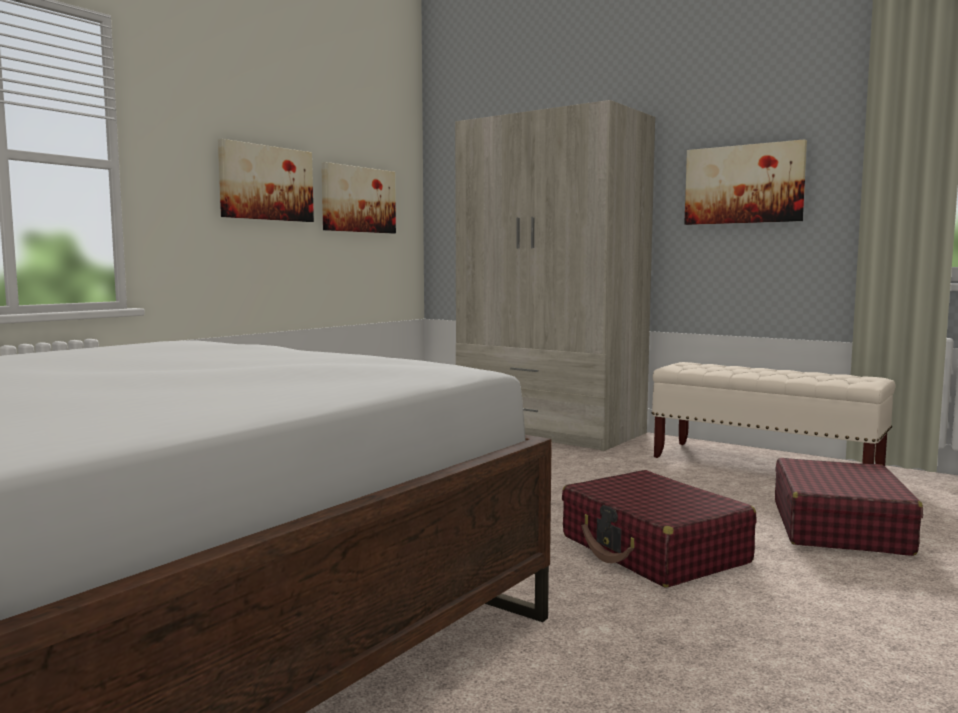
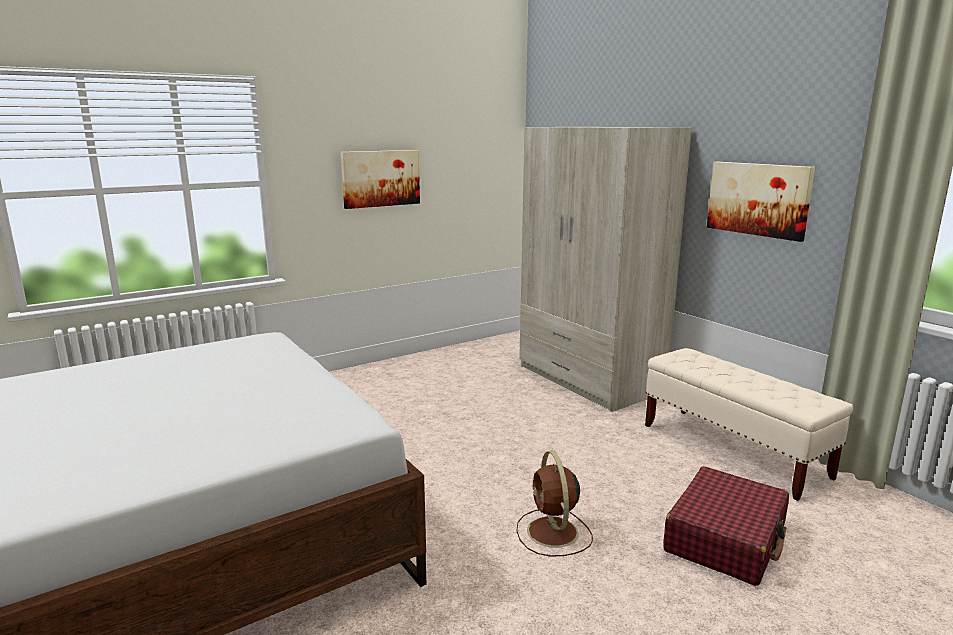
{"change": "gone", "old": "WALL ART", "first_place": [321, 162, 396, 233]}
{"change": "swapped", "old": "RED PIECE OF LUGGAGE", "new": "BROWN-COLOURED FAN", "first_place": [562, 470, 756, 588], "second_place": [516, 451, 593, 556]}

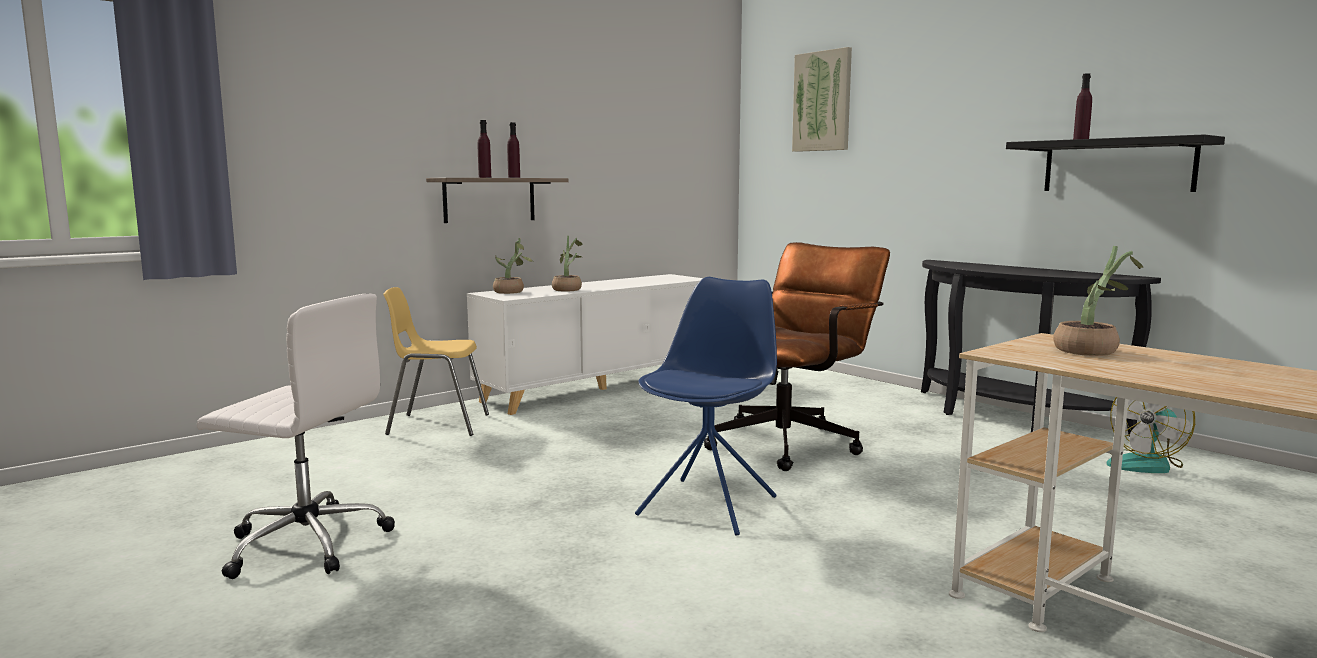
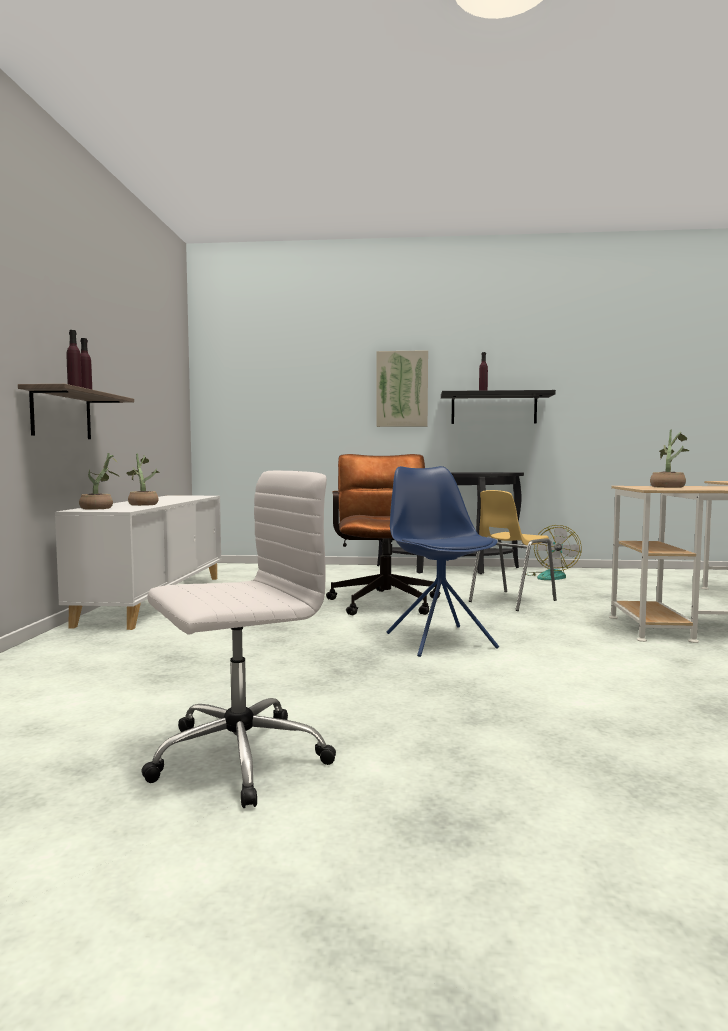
{"change": "shifted", "old": "WALL ART", "first_place": [792, 47, 852, 152], "second_place": [376, 350, 428, 427]}
{"change": "shifted", "old": "YELLOW-COLOURED UPRIGHT CHAIR", "first_place": [383, 287, 489, 436], "second_place": [469, 490, 557, 611]}

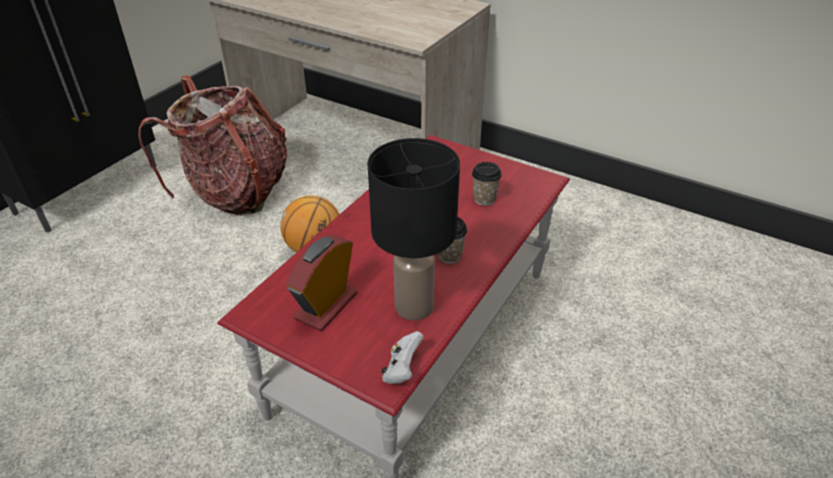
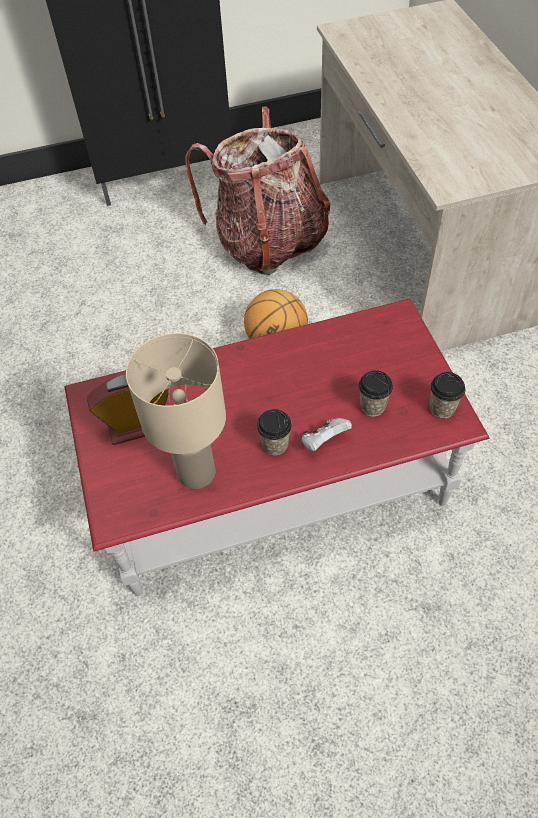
{"change": "repainted", "old": "BLACK-COLOURED LAMP FOR A TABLE", "new": "BEIGE LAMP FOR A TABLE", "first_place": [367, 138, 460, 320], "second_place": [126, 333, 226, 489]}
{"change": "shifted", "old": "WHITE-COLOURED GAME CONTROLLER", "first_place": [381, 331, 424, 384], "second_place": [302, 418, 352, 451]}
{"change": "new", "new": "CUP", "second_place": [430, 372, 465, 418]}

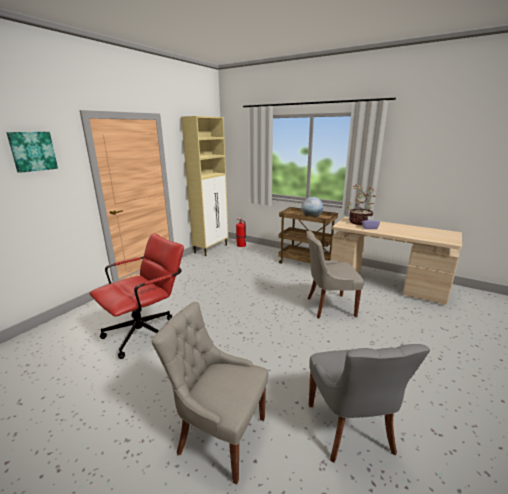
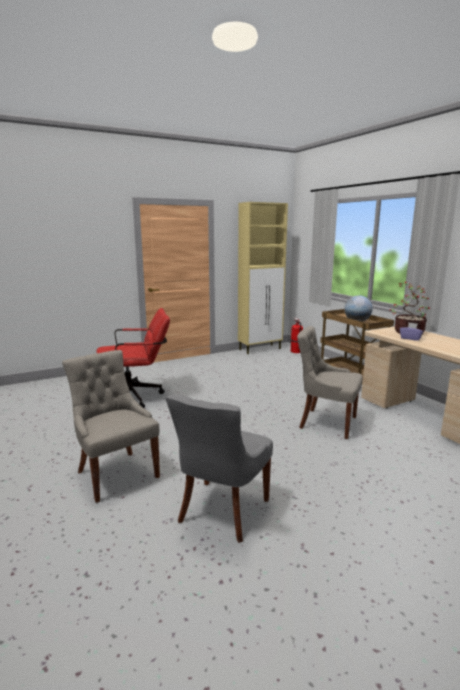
{"change": "gone", "old": "WALL ART", "first_place": [6, 132, 58, 173]}

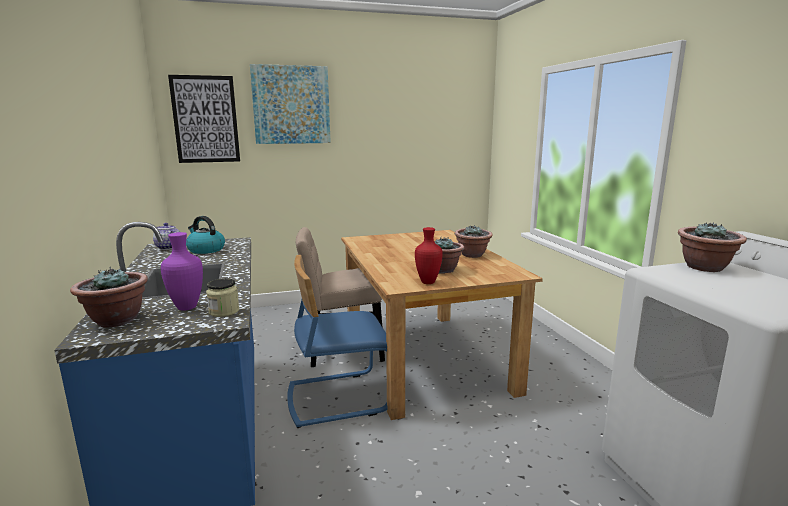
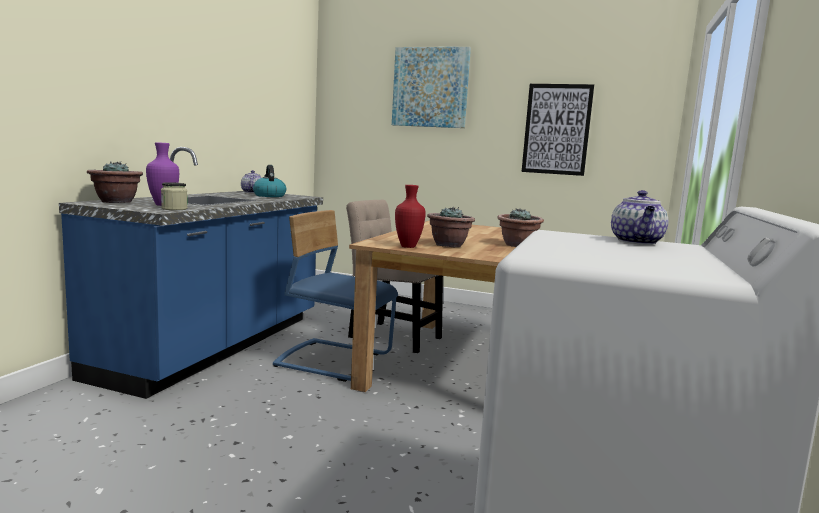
{"change": "shifted", "old": "WALL ART", "first_place": [168, 75, 240, 163], "second_place": [522, 84, 594, 176]}
{"change": "swapped", "old": "HOUSEPLANT", "new": "TEAPOT", "first_place": [678, 222, 747, 272], "second_place": [611, 190, 668, 245]}

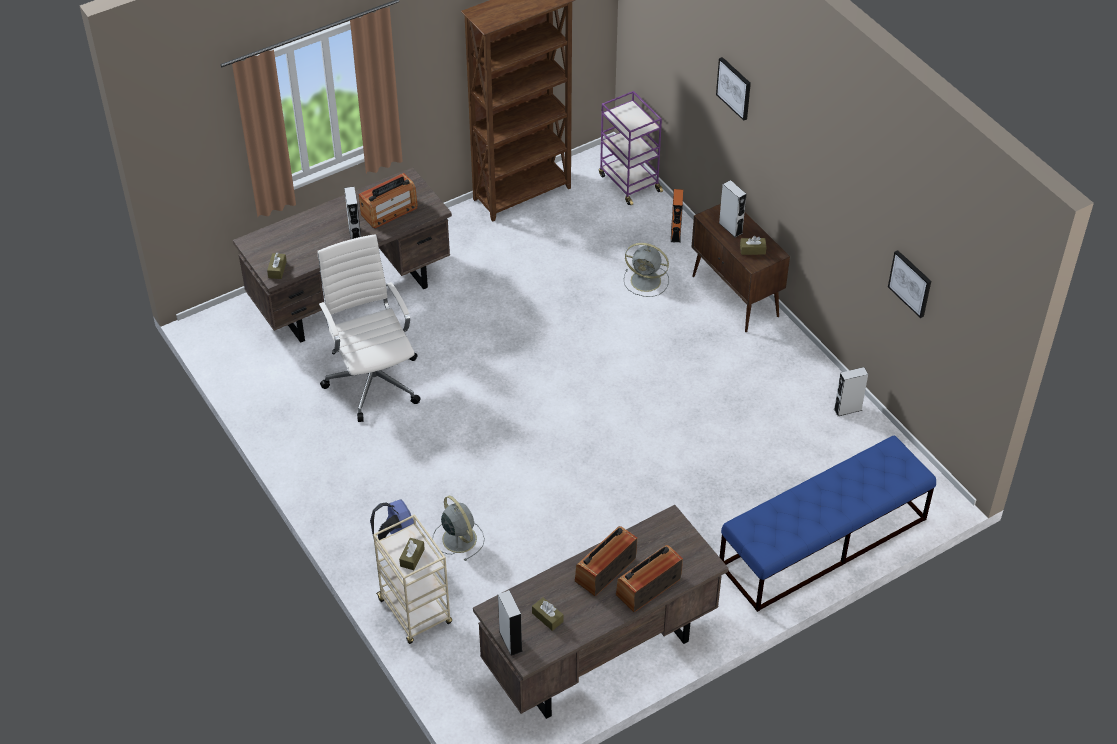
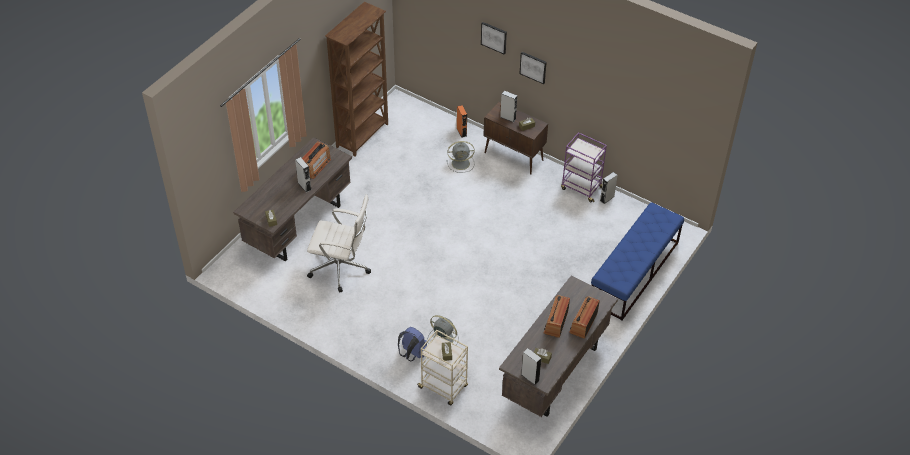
{"change": "shifted", "old": "PURPLE WHEELED CART", "first_place": [599, 91, 663, 205], "second_place": [561, 132, 607, 203]}
{"change": "rotated", "old": "WHITE-COLOURED DESK CHAIR", "first_place": [317, 234, 421, 422], "second_place": [307, 194, 371, 293], "degrees": 150}
{"change": "shifted", "old": "WALL ART", "first_place": [888, 250, 931, 318], "second_place": [520, 52, 547, 84]}

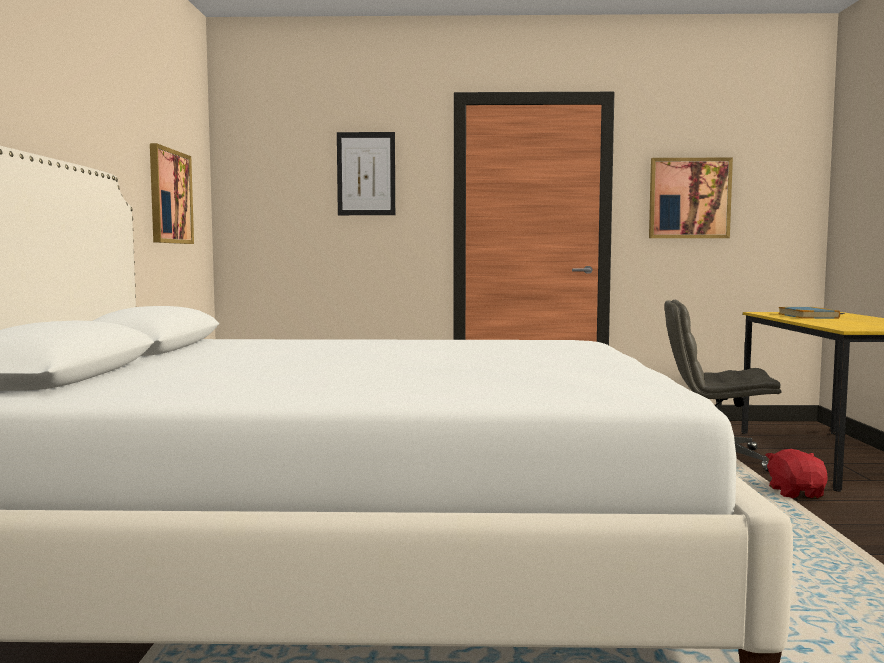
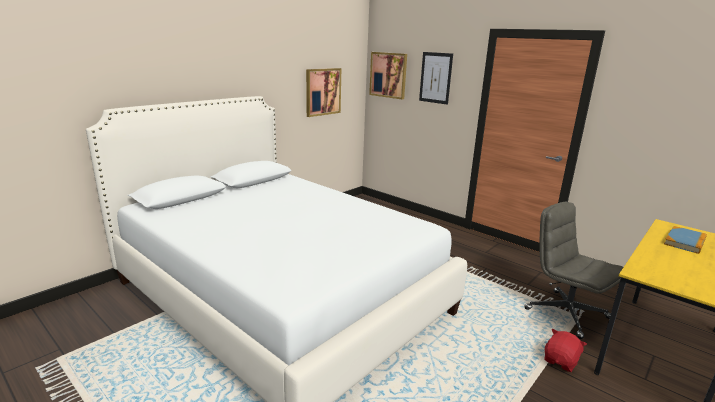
{"change": "shifted", "old": "WALL ART", "first_place": [649, 158, 733, 238], "second_place": [369, 52, 407, 100]}

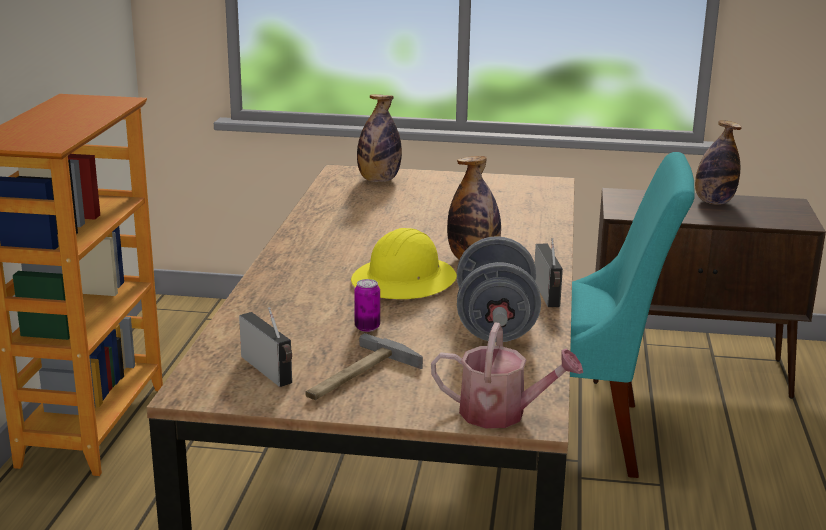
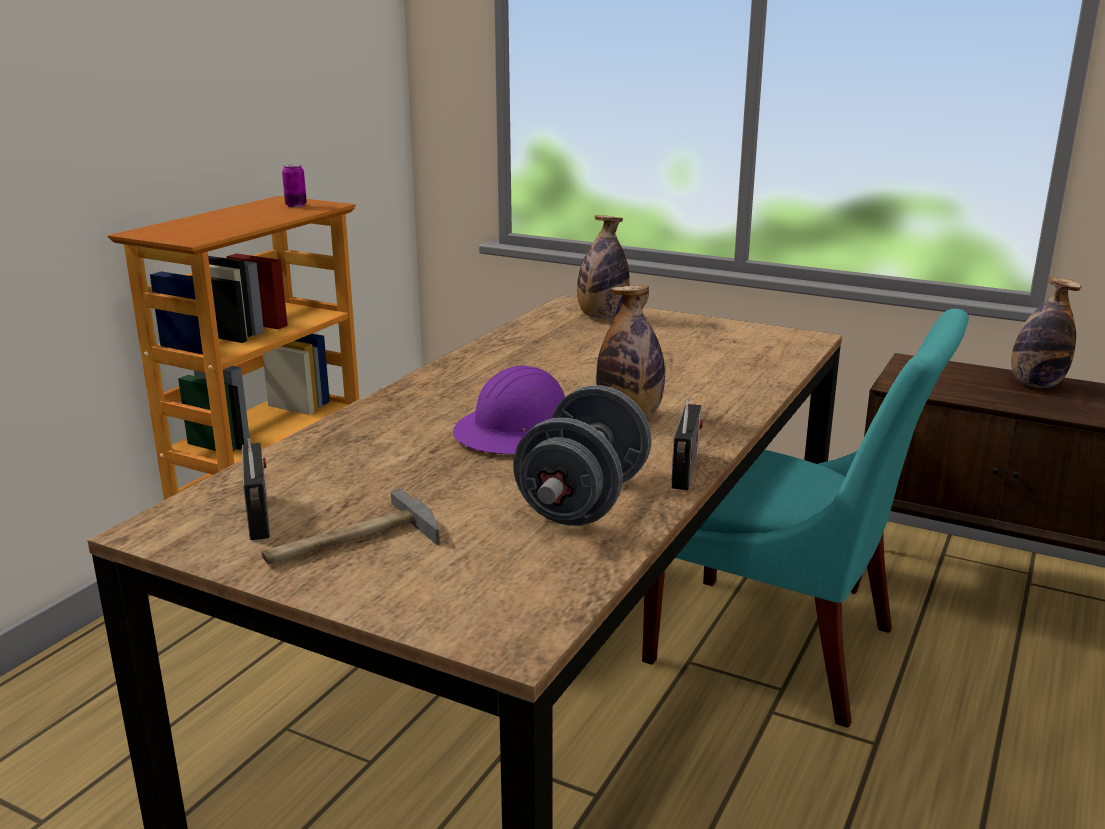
{"change": "repainted", "old": "YELLOW-COLOURED WORK HELMET", "new": "PURPLE WORK HELMET", "first_place": [351, 228, 457, 299], "second_place": [453, 366, 565, 454]}
{"change": "shifted", "old": "CAN", "first_place": [354, 279, 380, 332], "second_place": [282, 164, 307, 207]}
{"change": "gone", "old": "WATERING POT", "first_place": [431, 322, 583, 428]}

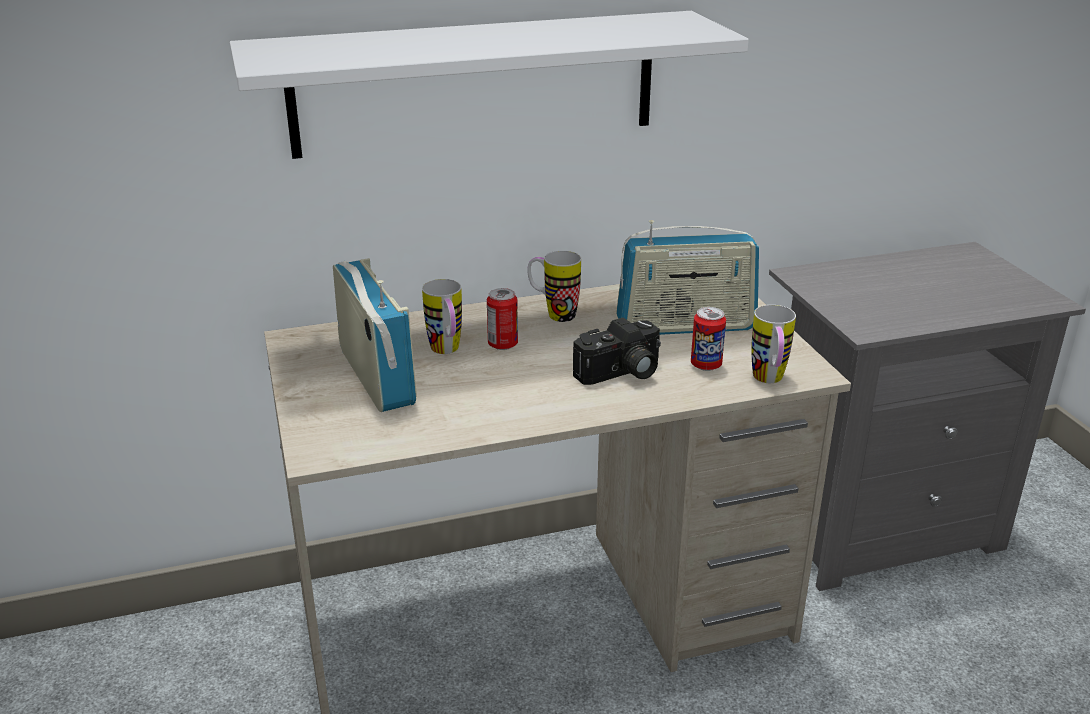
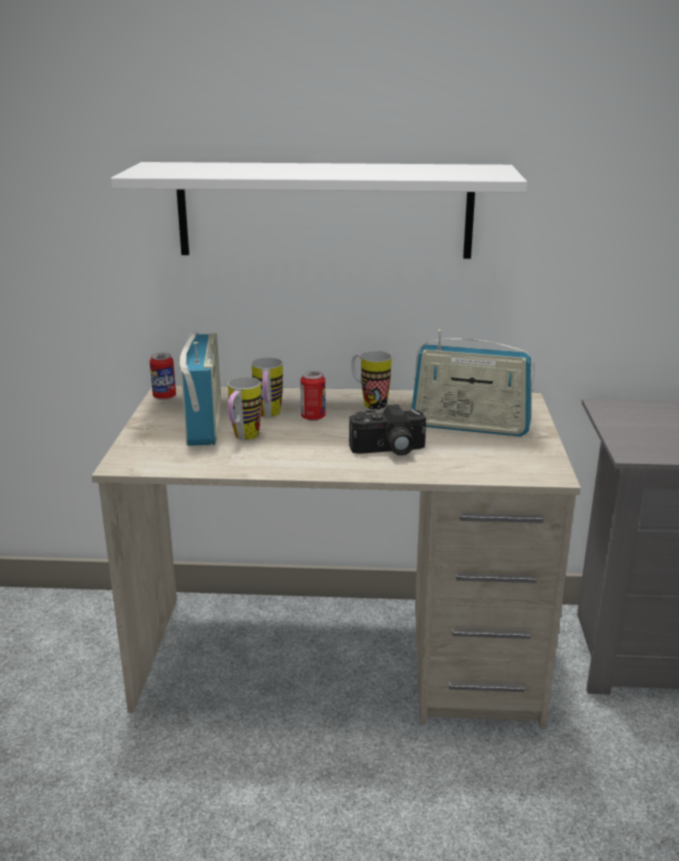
{"change": "shifted", "old": "TEA MUG", "first_place": [751, 305, 796, 383], "second_place": [228, 377, 261, 440]}
{"change": "shifted", "old": "CAN", "first_place": [691, 307, 726, 371], "second_place": [150, 353, 176, 400]}

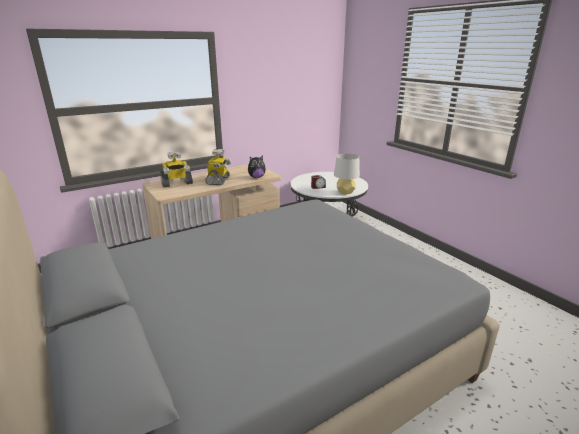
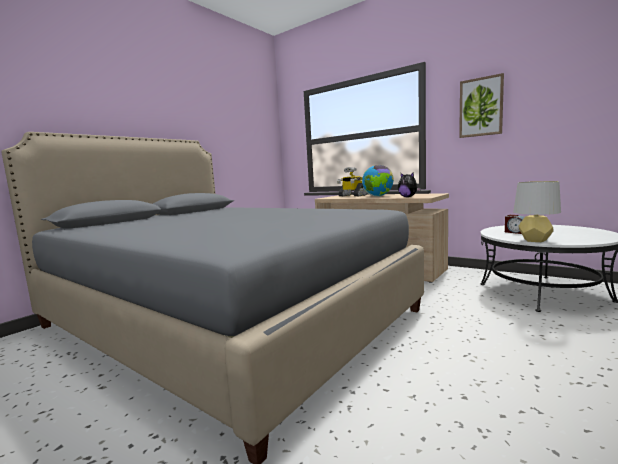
{"change": "swapped", "old": "TOY ROBOT", "new": "DESK GLOBE", "first_place": [205, 149, 232, 185], "second_place": [362, 165, 394, 197]}
{"change": "new", "new": "WALL ART", "second_place": [459, 73, 504, 138]}

